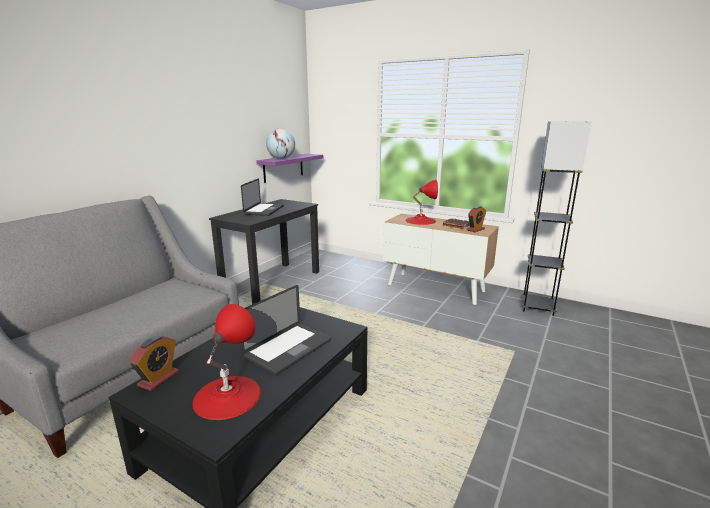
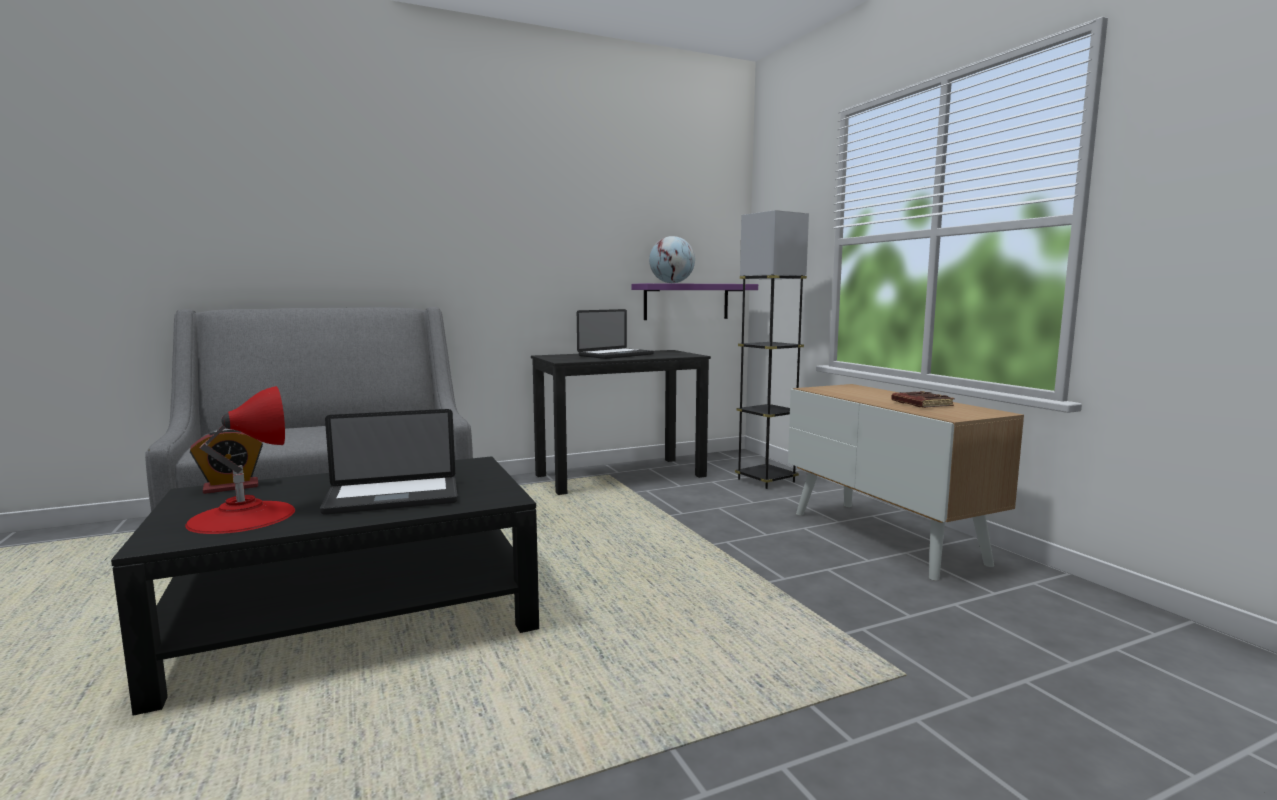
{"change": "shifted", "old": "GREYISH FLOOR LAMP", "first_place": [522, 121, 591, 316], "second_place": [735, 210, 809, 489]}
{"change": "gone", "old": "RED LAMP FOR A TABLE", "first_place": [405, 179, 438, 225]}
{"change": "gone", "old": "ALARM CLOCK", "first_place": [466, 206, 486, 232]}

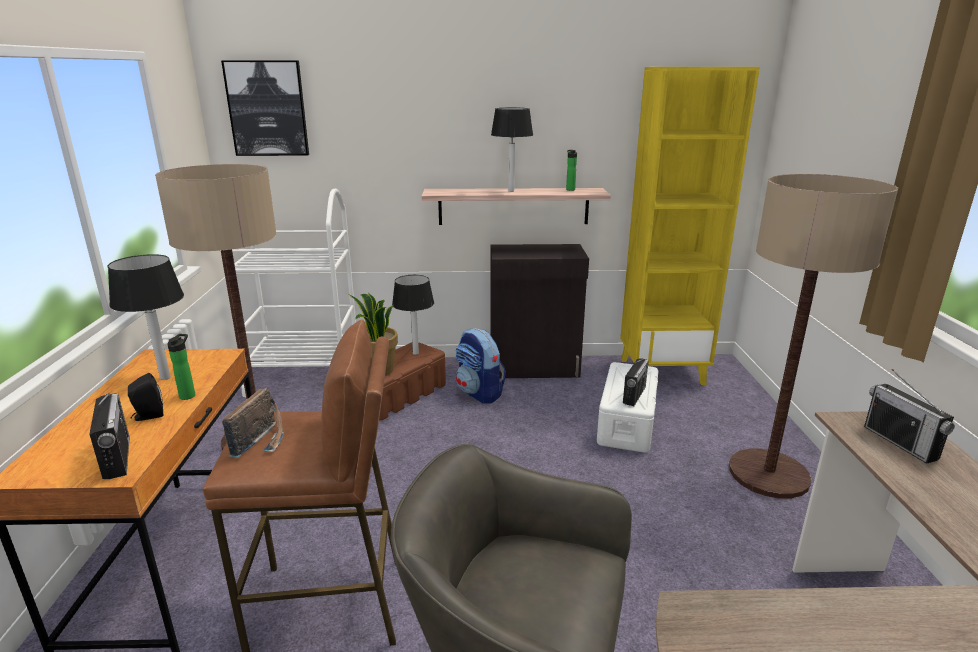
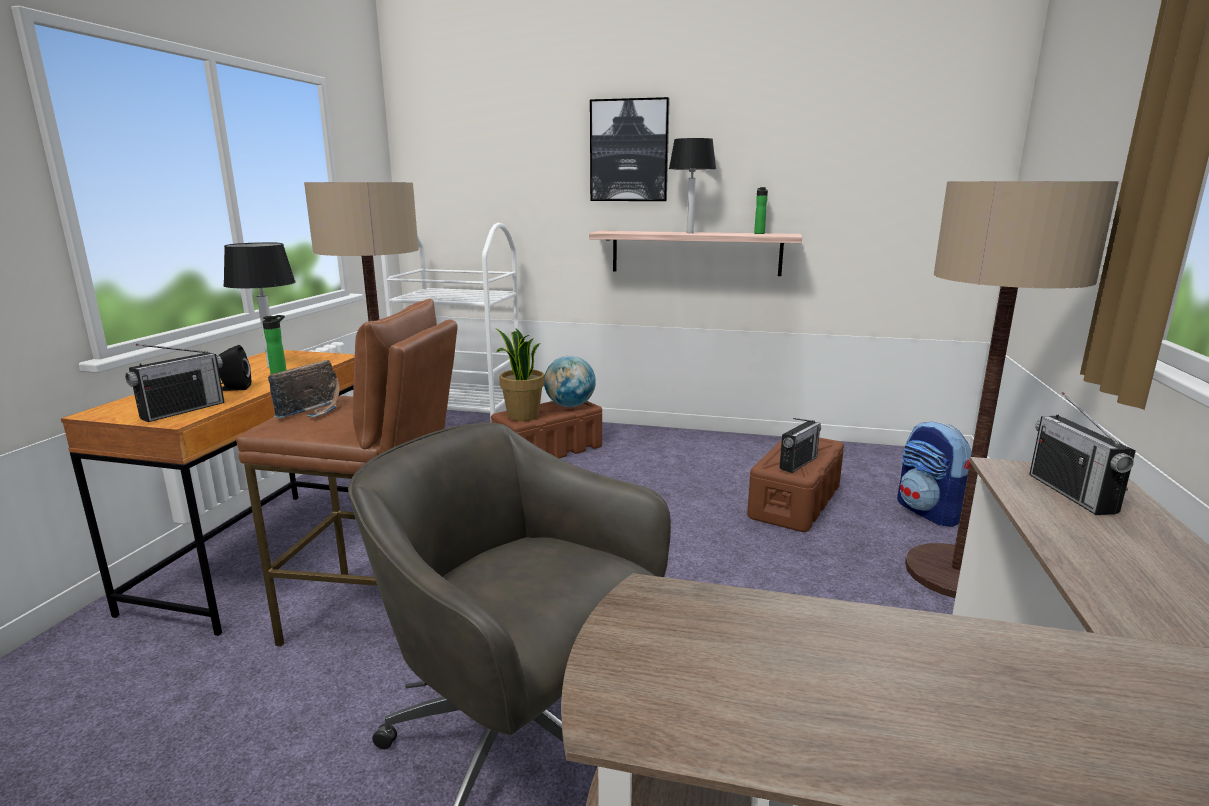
{"change": "shifted", "old": "WALL ART", "first_place": [221, 60, 309, 156], "second_place": [590, 97, 670, 201]}
{"change": "gone", "old": "YELLOW-COLOURED BOOKCASE", "first_place": [620, 67, 760, 385]}
{"change": "gone", "old": "BLACK-COLOURED CUPBOARD", "first_place": [490, 244, 589, 378]}
{"change": "swapped", "old": "LAMP FOR A TABLE", "new": "DESK GLOBE", "first_place": [392, 275, 434, 355], "second_place": [544, 356, 596, 407]}
{"change": "shifted", "old": "KNAPSACK", "first_place": [455, 328, 506, 404], "second_place": [897, 421, 972, 527]}
{"change": "repainted", "old": "WHITE-COLOURED STORAGE BOX", "new": "BROWN-COLOURED STORAGE BOX", "first_place": [597, 362, 658, 453], "second_place": [747, 437, 844, 532]}
{"change": "rotated", "old": "RADIO", "first_place": [89, 393, 130, 479], "second_place": [125, 344, 225, 422], "degrees": 45}

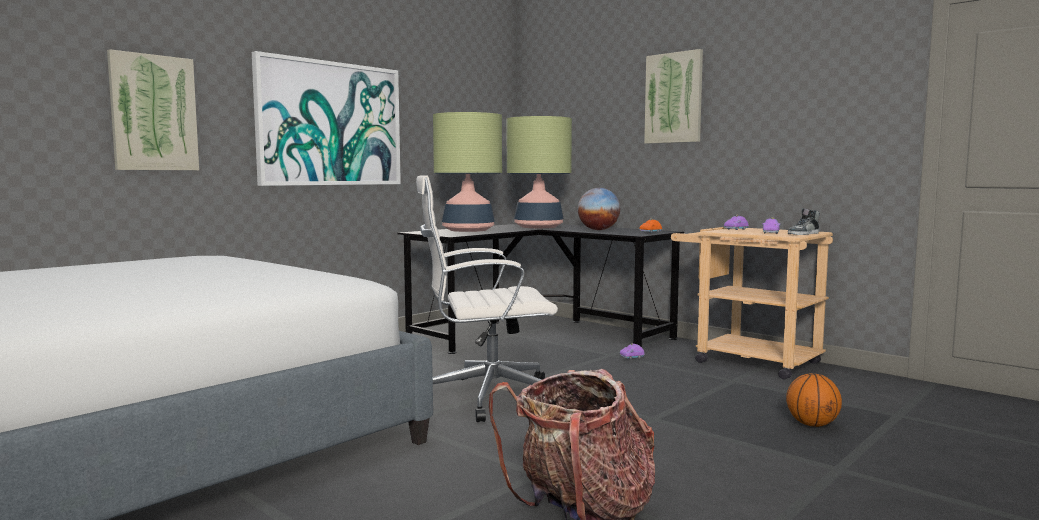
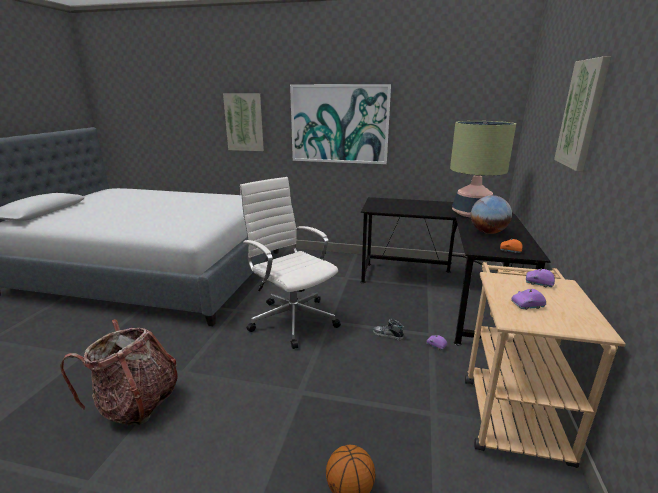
{"change": "gone", "old": "LAMP FOR A TABLE", "first_place": [433, 112, 502, 232]}
{"change": "shifted", "old": "LOW SHOE", "first_place": [788, 208, 820, 235], "second_place": [373, 319, 404, 340]}

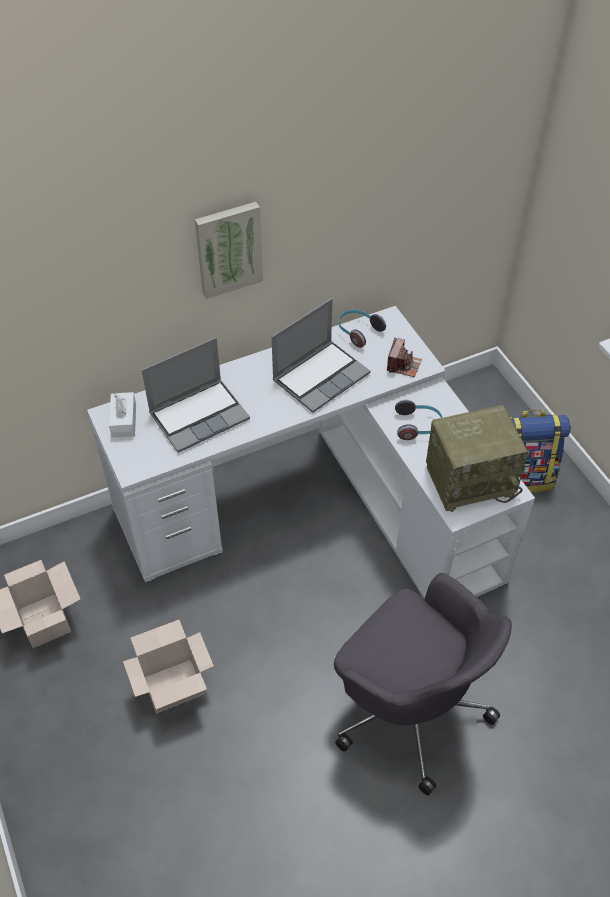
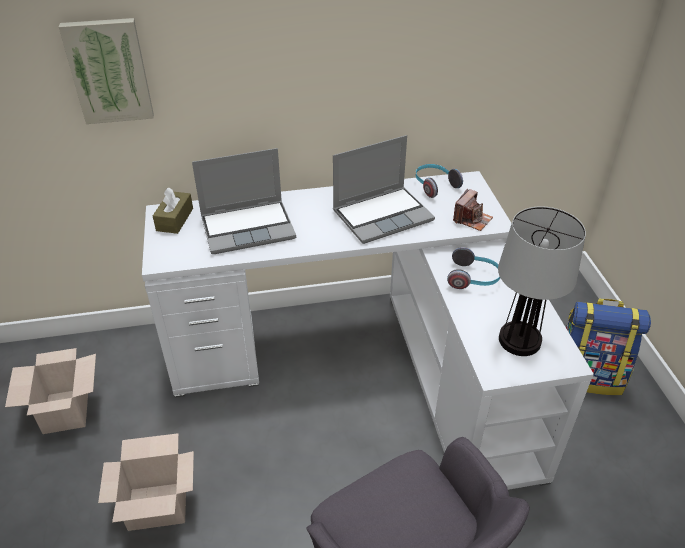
{"change": "shifted", "old": "WALL ART", "first_place": [195, 202, 263, 299], "second_place": [59, 18, 154, 124]}
{"change": "repainted", "old": "WHITE-COLOURED TISSUE BOX", "new": "BROWN-COLOURED TISSUE BOX", "first_place": [109, 392, 136, 438], "second_place": [153, 188, 193, 234]}
{"change": "swapped", "old": "RADIO", "new": "LAMP FOR A TABLE", "first_place": [426, 405, 529, 512], "second_place": [498, 206, 586, 356]}

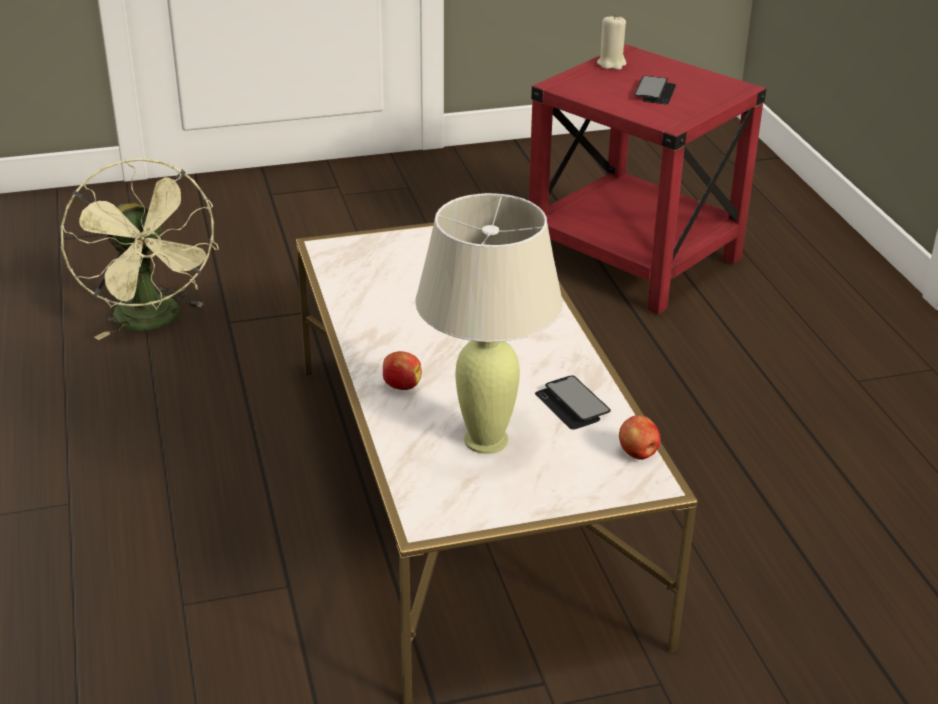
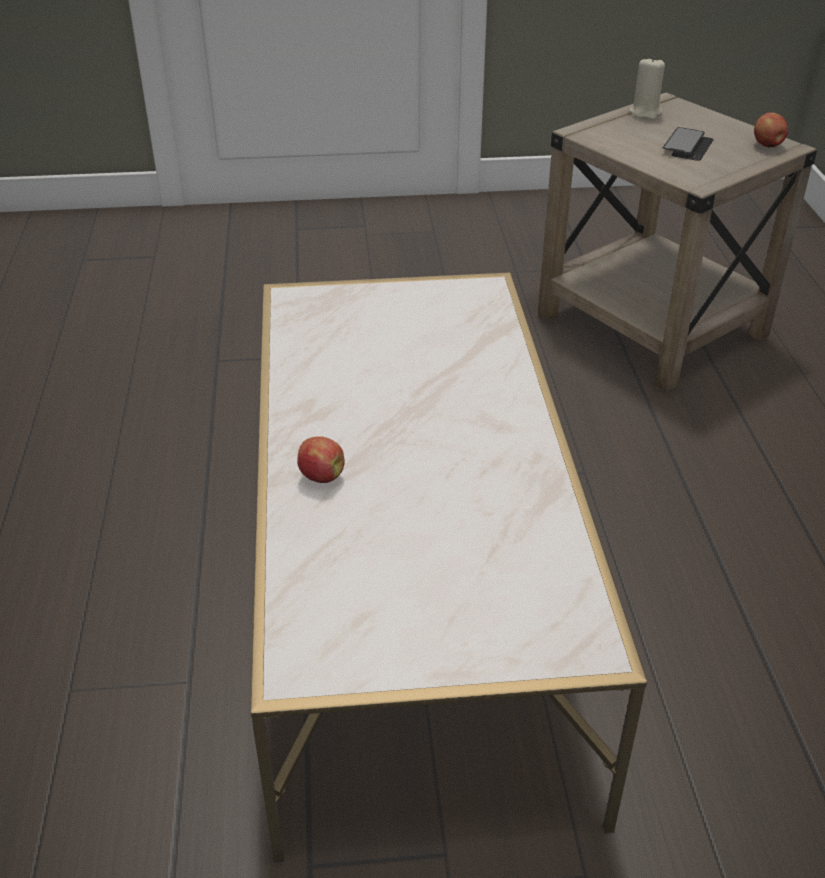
{"change": "repainted", "old": "RED ACCENT TABLE", "new": "BEIGE ACCENT TABLE", "first_place": [529, 44, 766, 314], "second_place": [538, 93, 817, 391]}
{"change": "gone", "old": "GREENISH FAN", "first_place": [60, 158, 219, 340]}
{"change": "gone", "old": "BEIGE LAMP FOR A TABLE", "first_place": [415, 193, 563, 454]}
{"change": "gone", "old": "HANDSET", "first_place": [535, 375, 611, 429]}
{"change": "shifted", "old": "WHOLE APPLE", "first_place": [619, 415, 661, 460], "second_place": [754, 112, 788, 147]}

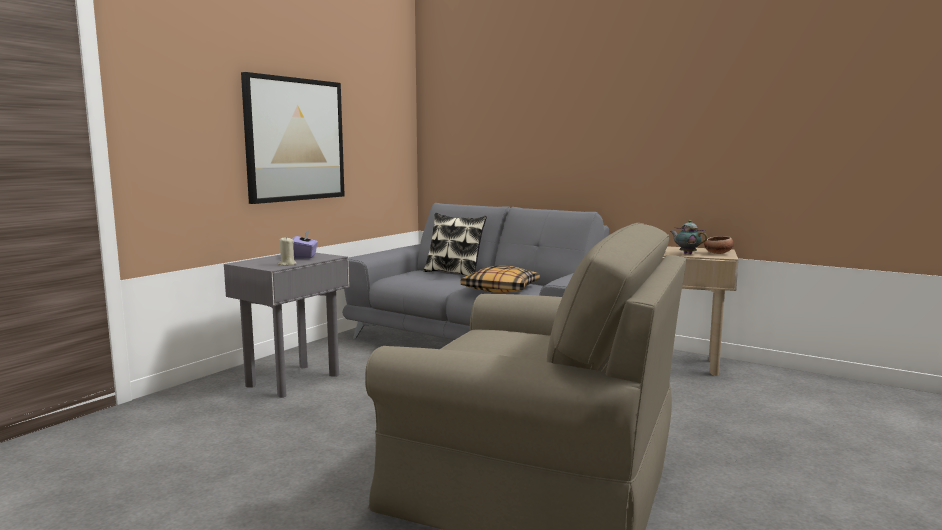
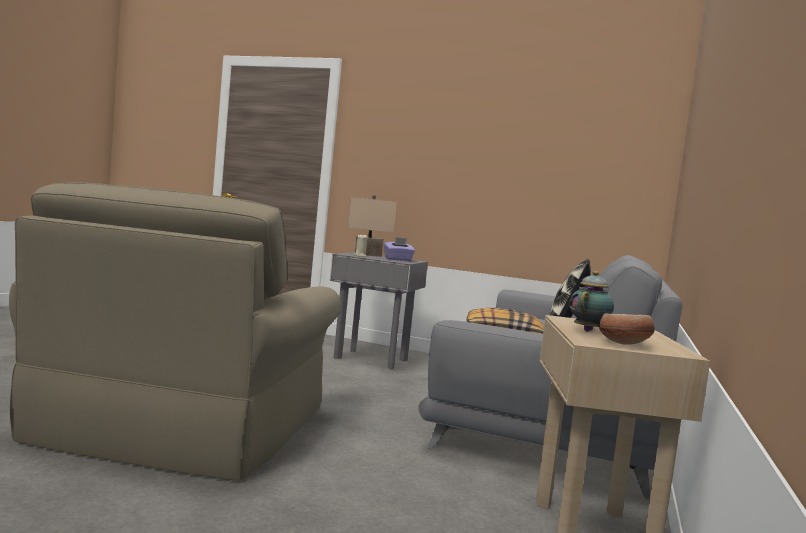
{"change": "gone", "old": "WALL ART", "first_place": [241, 72, 345, 204]}
{"change": "new", "new": "BEIGE LAMP FOR A TABLE", "second_place": [348, 195, 397, 257]}

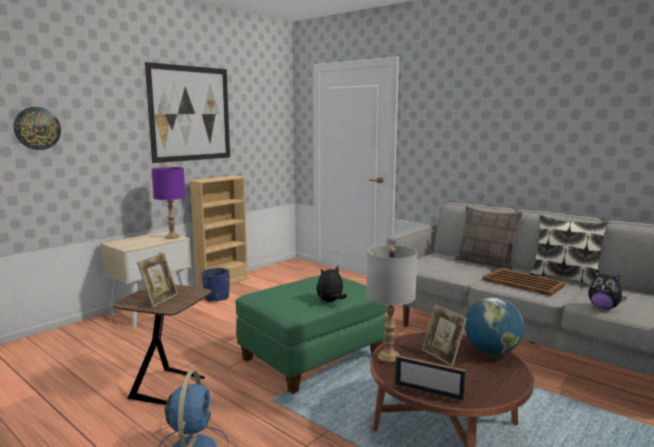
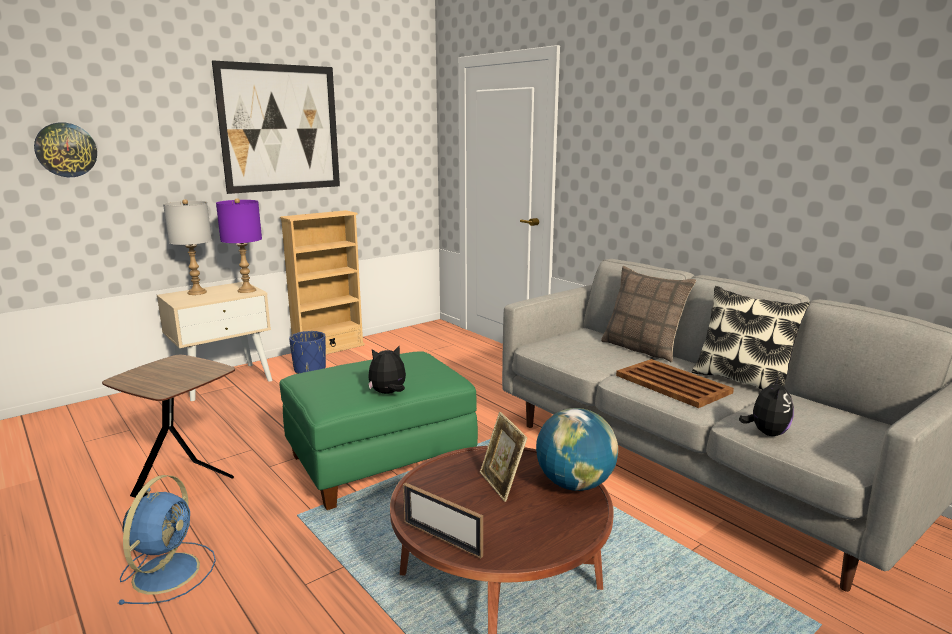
{"change": "shifted", "old": "GREYISH LAMP FOR A TABLE", "first_place": [366, 245, 417, 362], "second_place": [163, 199, 212, 295]}
{"change": "gone", "old": "PHOTO FRAME", "first_place": [137, 253, 178, 307]}
{"change": "rotated", "old": "SOFT TOY", "first_place": [589, 270, 627, 309], "second_place": [739, 376, 794, 436], "degrees": -120}

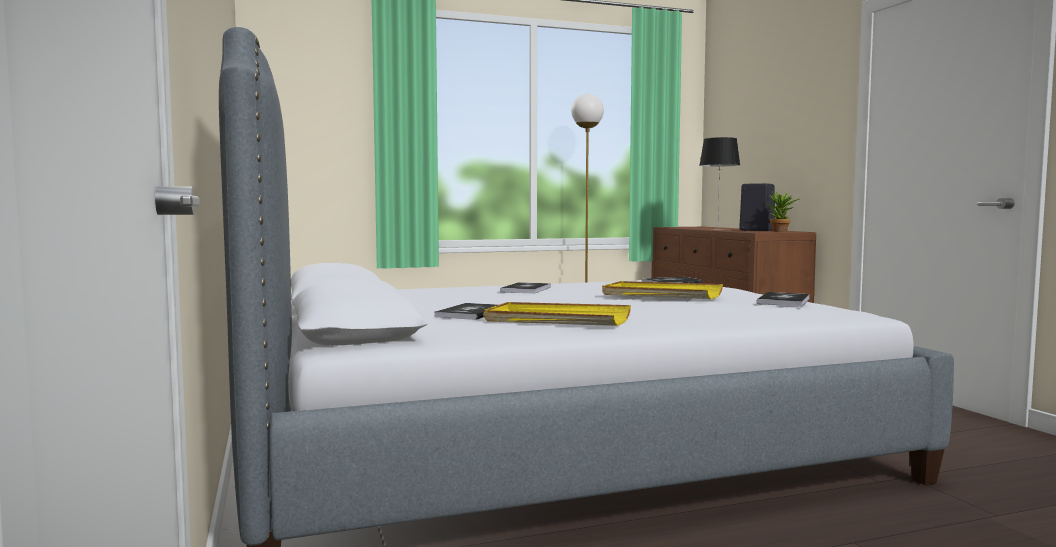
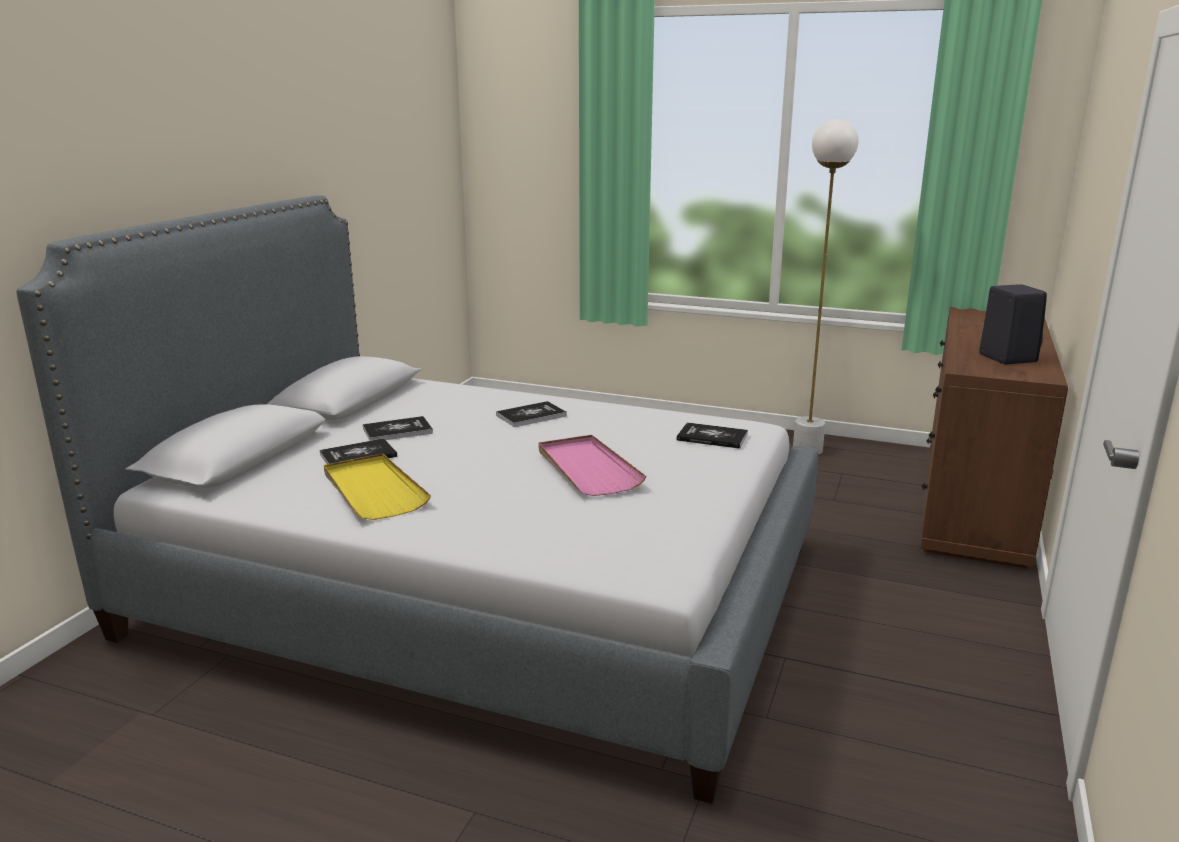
{"change": "gone", "old": "LAMP FOR A TABLE", "first_place": [699, 137, 740, 230]}
{"change": "gone", "old": "HOUSEPLANT", "first_place": [766, 191, 800, 232]}
{"change": "repainted", "old": "YELLOW-COLOURED TRAY", "new": "PINKISH TRAY", "first_place": [602, 281, 723, 299], "second_place": [539, 435, 646, 496]}
{"change": "shifted", "old": "BOUND BOOK", "first_place": [757, 292, 810, 307], "second_place": [363, 416, 433, 441]}

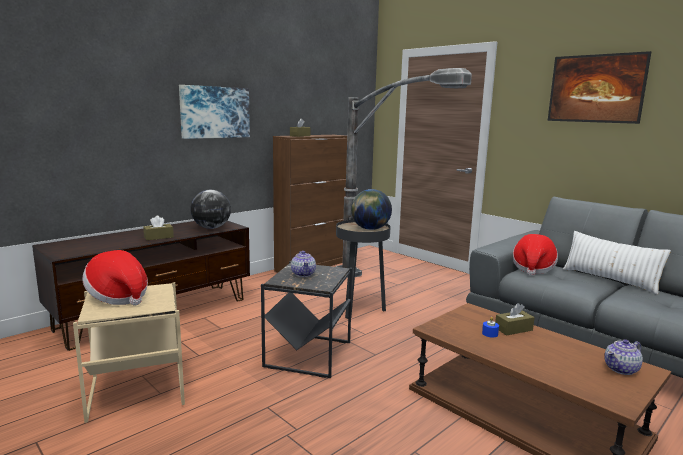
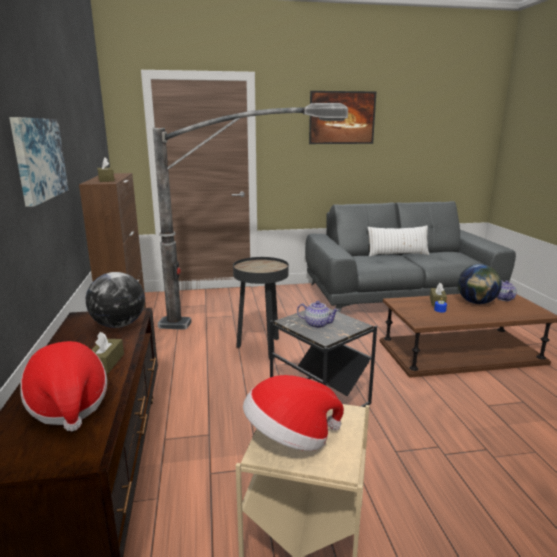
{"change": "shifted", "old": "DESK GLOBE", "first_place": [351, 189, 392, 230], "second_place": [458, 264, 502, 304]}
{"change": "shifted", "old": "HAT", "first_place": [513, 234, 558, 275], "second_place": [20, 341, 107, 432]}

